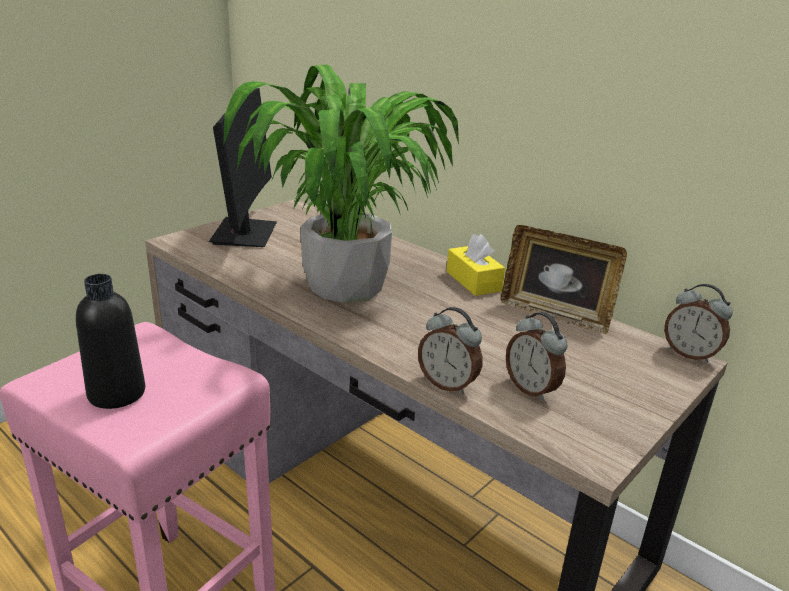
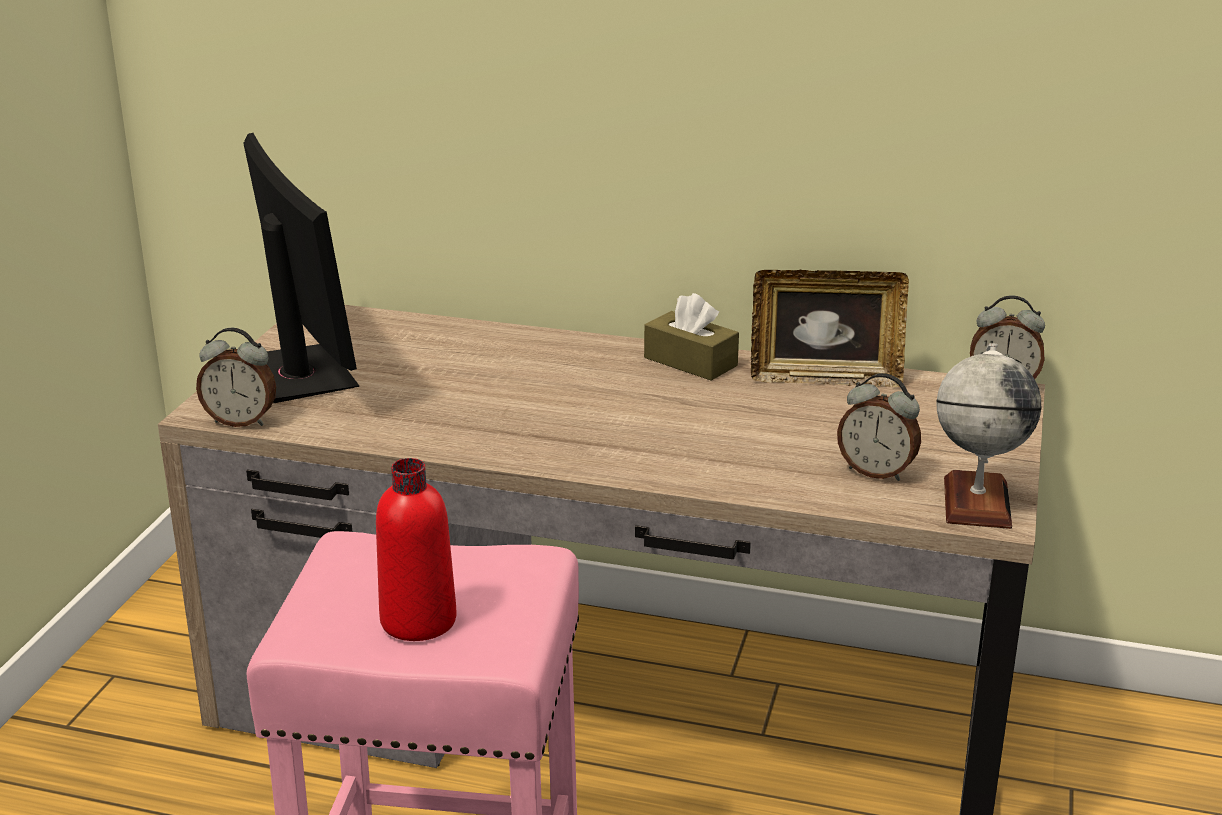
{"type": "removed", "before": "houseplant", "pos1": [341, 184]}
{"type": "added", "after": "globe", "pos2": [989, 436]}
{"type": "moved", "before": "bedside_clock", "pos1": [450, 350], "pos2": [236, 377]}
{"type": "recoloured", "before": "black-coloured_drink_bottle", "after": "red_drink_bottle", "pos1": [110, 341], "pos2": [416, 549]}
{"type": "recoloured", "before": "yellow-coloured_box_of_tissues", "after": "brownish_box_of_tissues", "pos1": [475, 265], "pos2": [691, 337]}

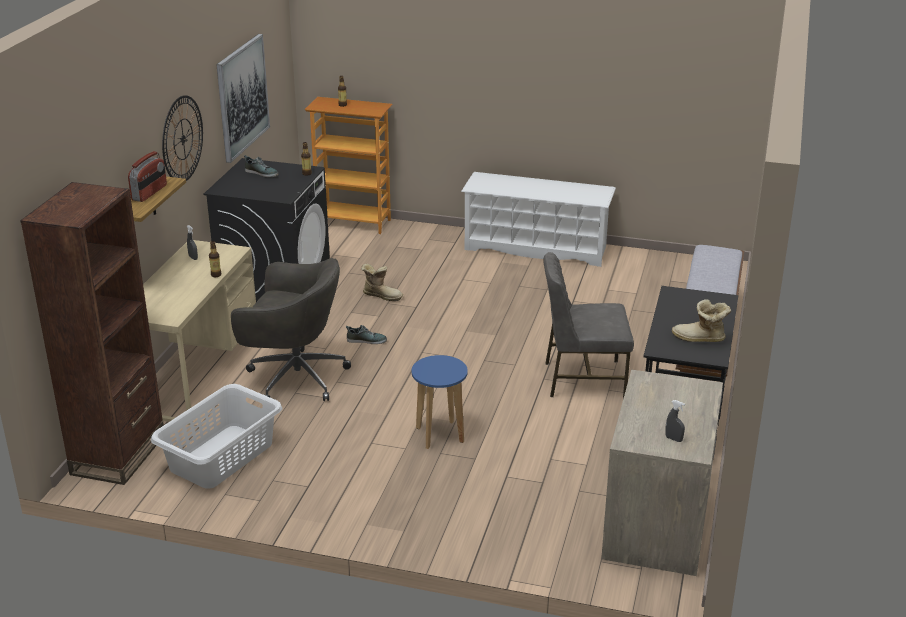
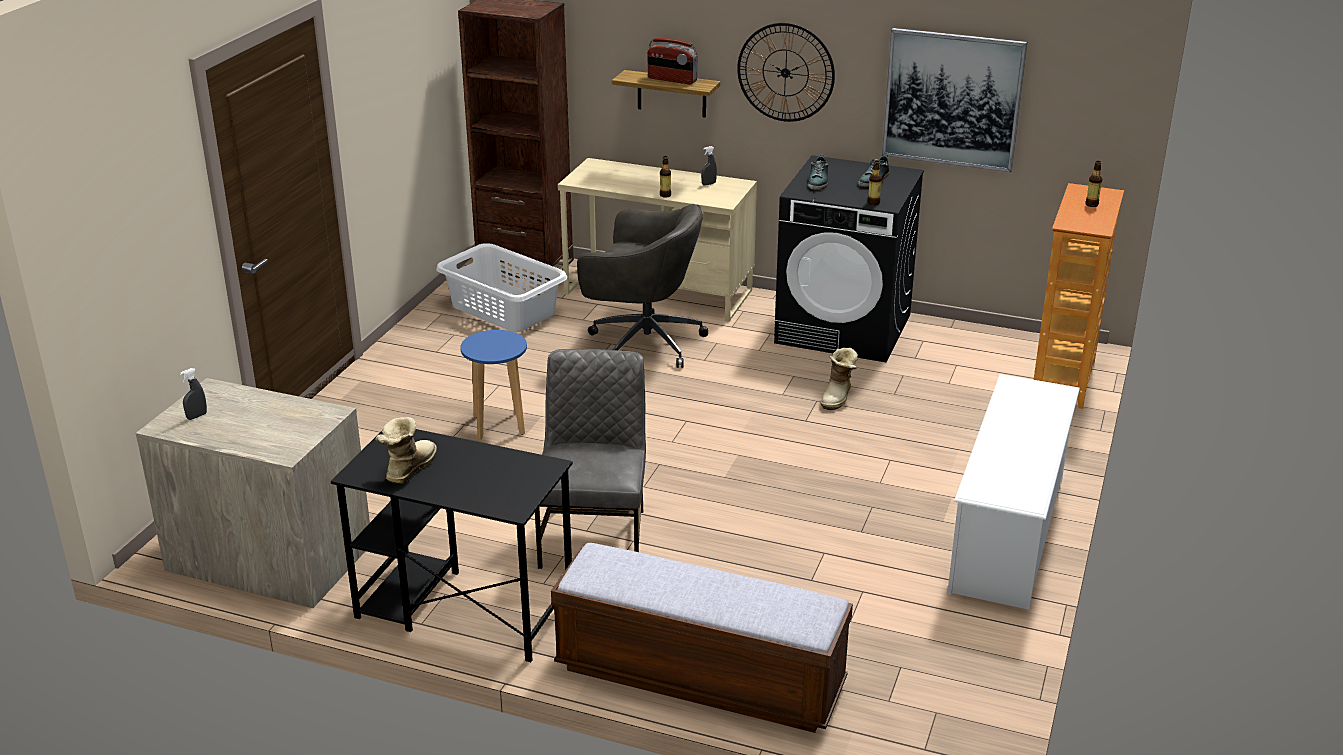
{"type": "moved", "before": "item_of_footwear", "pos1": [366, 334], "pos2": [818, 172]}
{"type": "turned", "before": "greyish_computer_chair", "pos1": [291, 329], "pos2": [642, 286], "turn": -90}

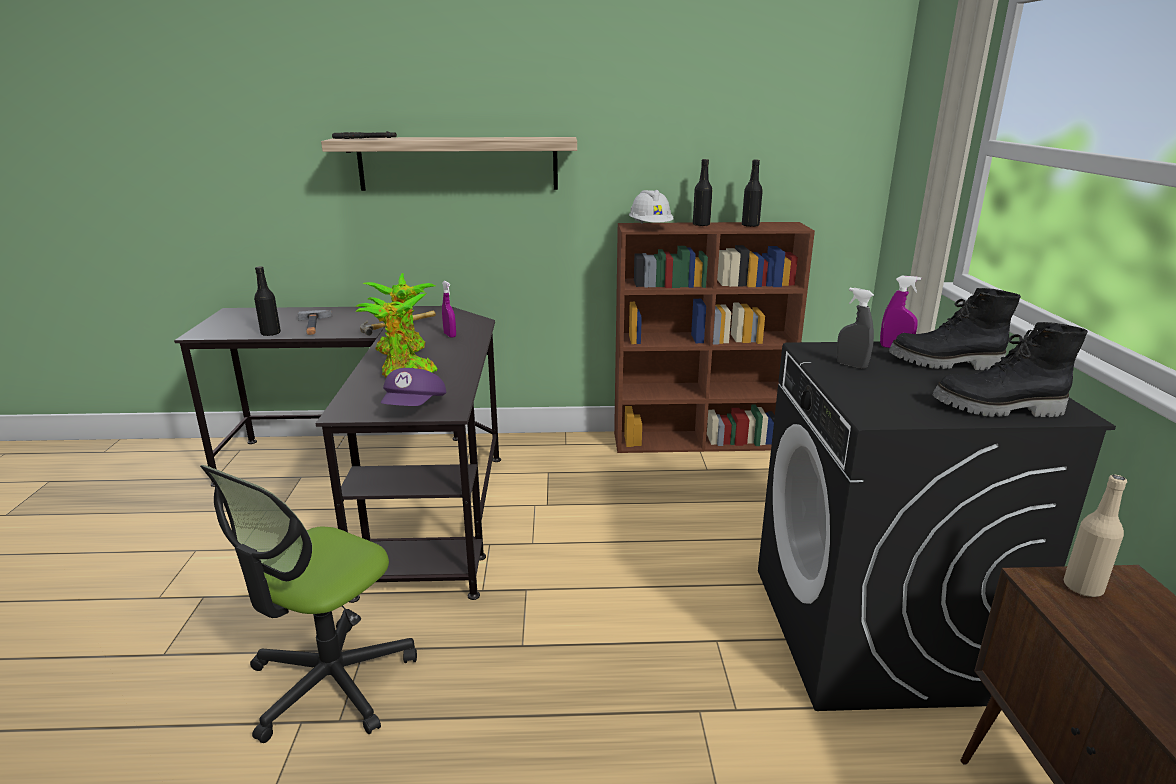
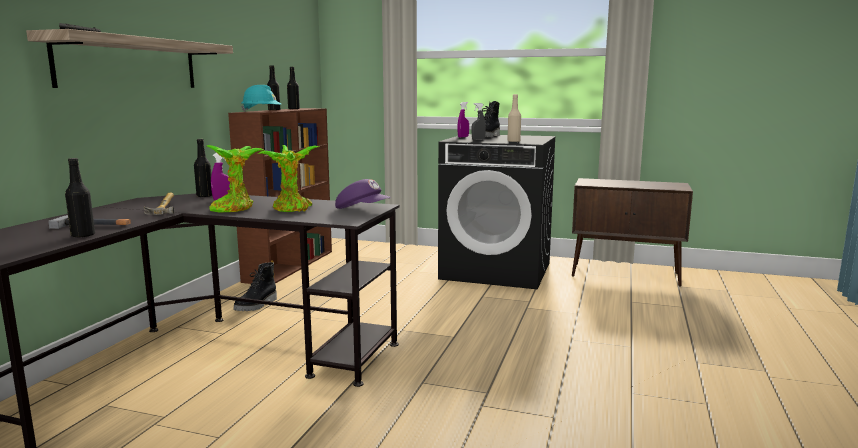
{"type": "removed", "before": "computer_chair", "pos1": [308, 604]}
{"type": "added", "after": "black-coloured_drink_bottle", "pos2": [203, 168]}
{"type": "moved", "before": "black-coloured_high-top_boot", "pos1": [1010, 369], "pos2": [255, 286]}
{"type": "moved", "before": "sand-coloured_drink_bottle", "pos1": [1095, 536], "pos2": [514, 118]}
{"type": "recoloured", "before": "white_safety_helmet", "after": "turquoise-coloured_safety_helmet", "pos1": [651, 207], "pos2": [261, 98]}

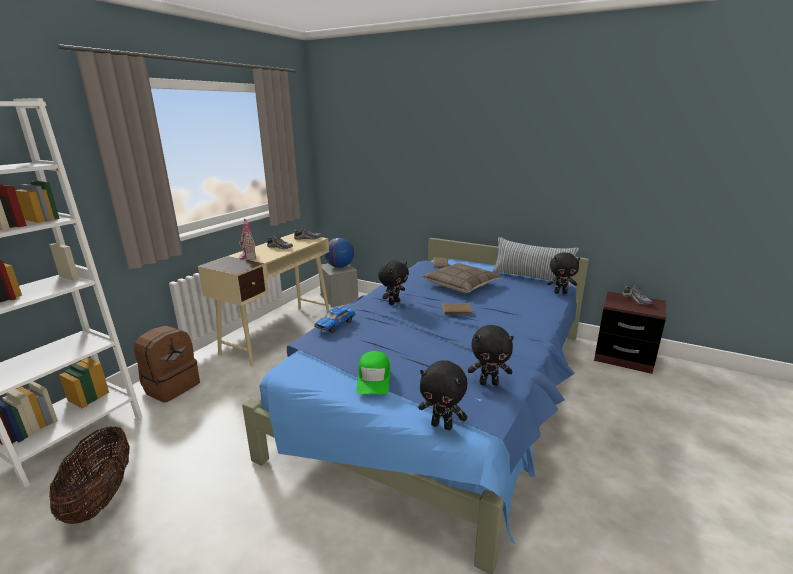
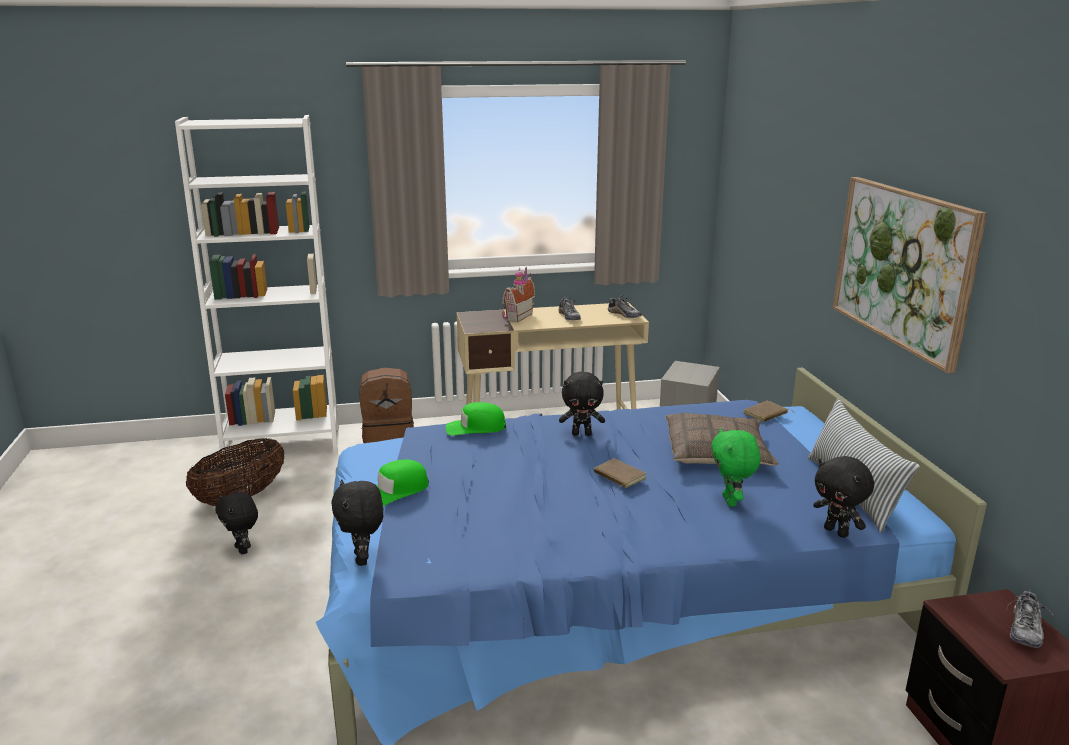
{"type": "removed", "before": "globe", "pos1": [339, 253]}
{"type": "added", "after": "green-coloured_cuddly_toy", "pos2": [736, 467]}
{"type": "added", "after": "wall_picture", "pos2": [910, 275]}
{"type": "moved", "before": "black-coloured_cuddly_toy", "pos1": [491, 355], "pos2": [237, 523]}
{"type": "replaced", "before": "model_car", "after": "green-coloured_baseball_cap", "pos1": [335, 320], "pos2": [476, 419]}

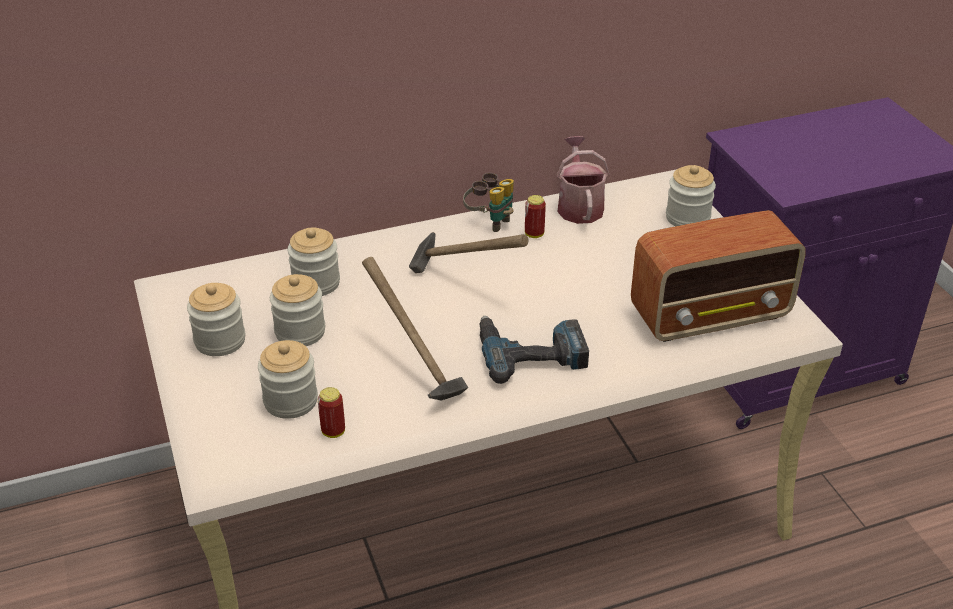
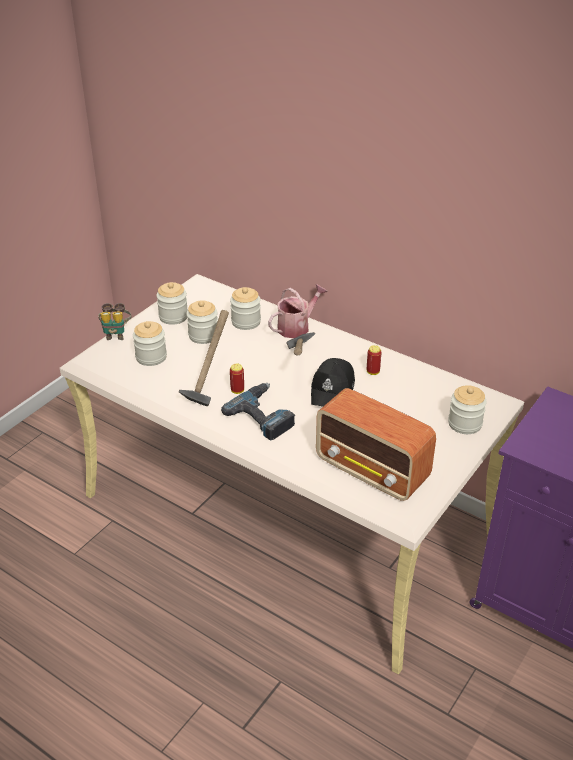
{"type": "added", "after": "black-coloured_baseball_cap", "pos2": [333, 382]}
{"type": "moved", "before": "metal_can", "pos1": [331, 412], "pos2": [237, 378]}
{"type": "moved", "before": "field_glasses", "pos1": [488, 202], "pos2": [115, 321]}
{"type": "moved", "before": "sprinkling_can", "pos1": [583, 180], "pos2": [298, 311]}

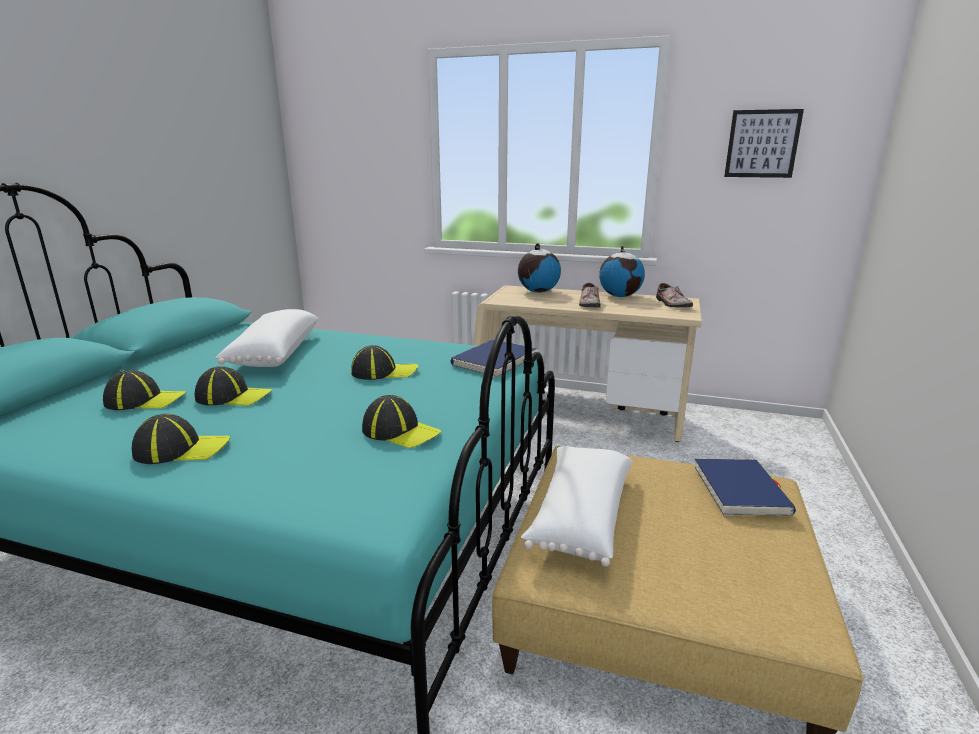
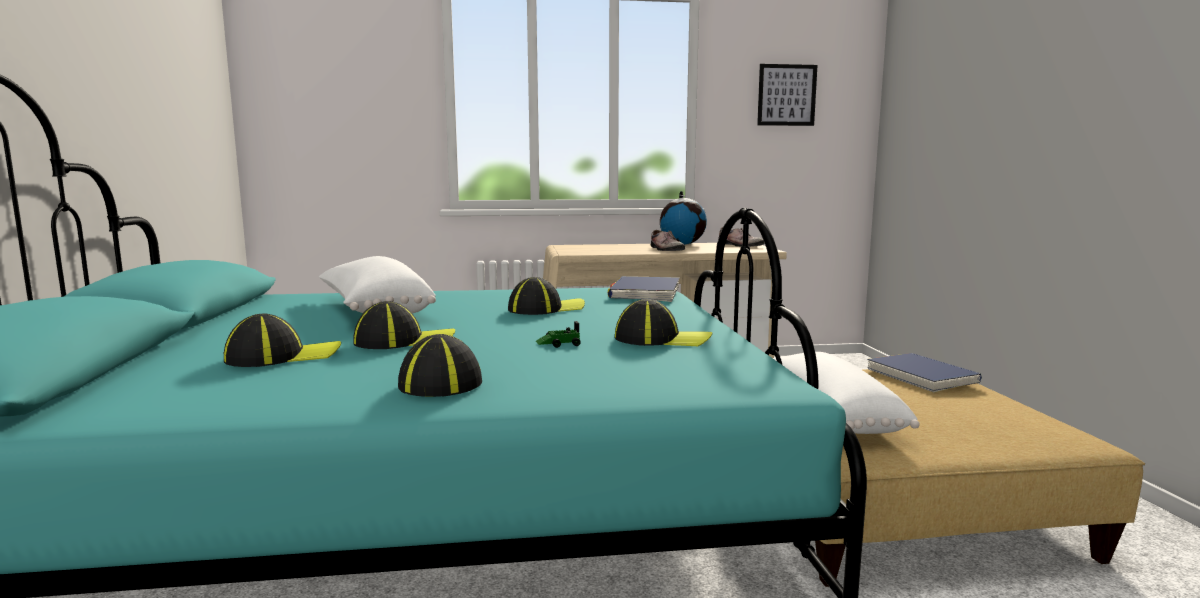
{"type": "removed", "before": "globe", "pos1": [539, 268]}
{"type": "added", "after": "model_car", "pos2": [558, 334]}
{"type": "turned", "before": "baseball_cap", "pos1": [181, 439], "pos2": [440, 365], "turn": -75}

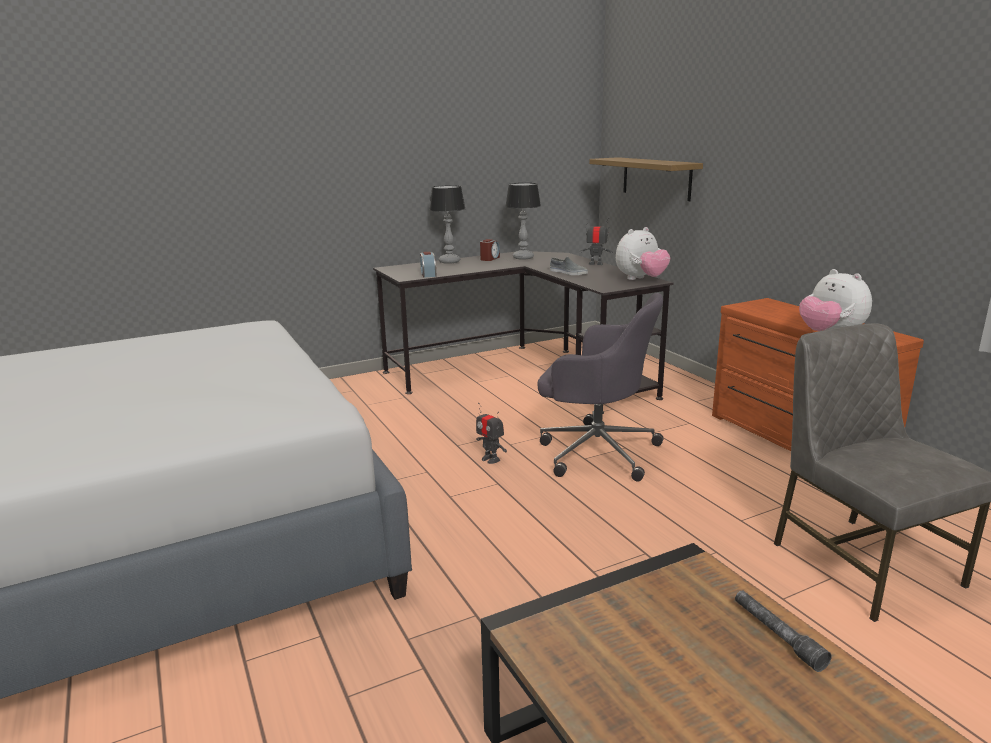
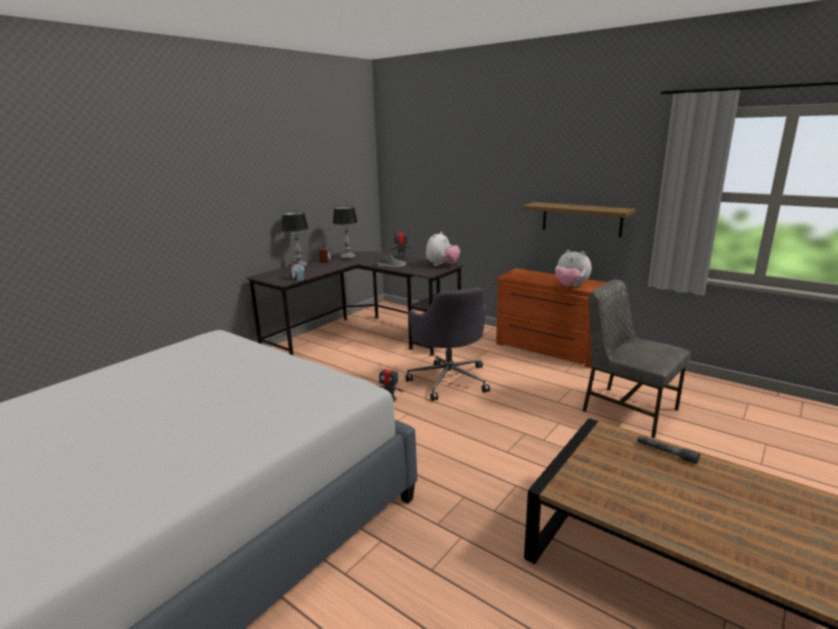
{"type": "moved", "before": "bracket_shelf", "pos1": [646, 179], "pos2": [579, 219]}
{"type": "turned", "before": "greyish_computer_chair", "pos1": [600, 387], "pos2": [447, 344], "turn": 75}

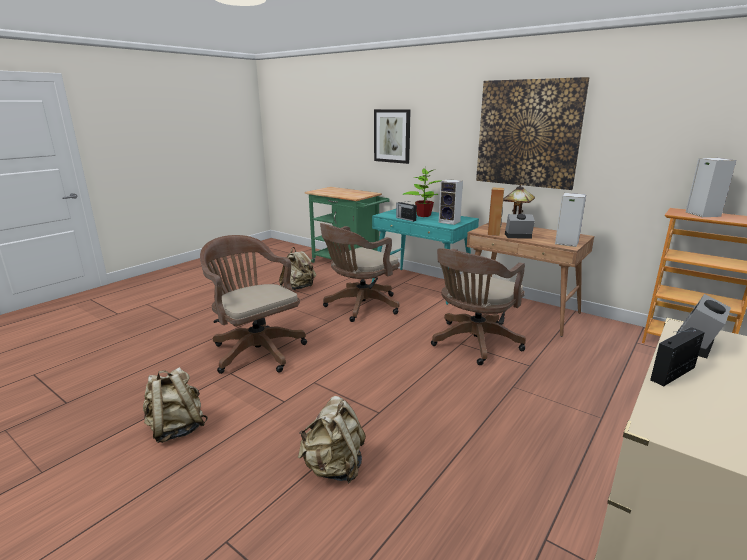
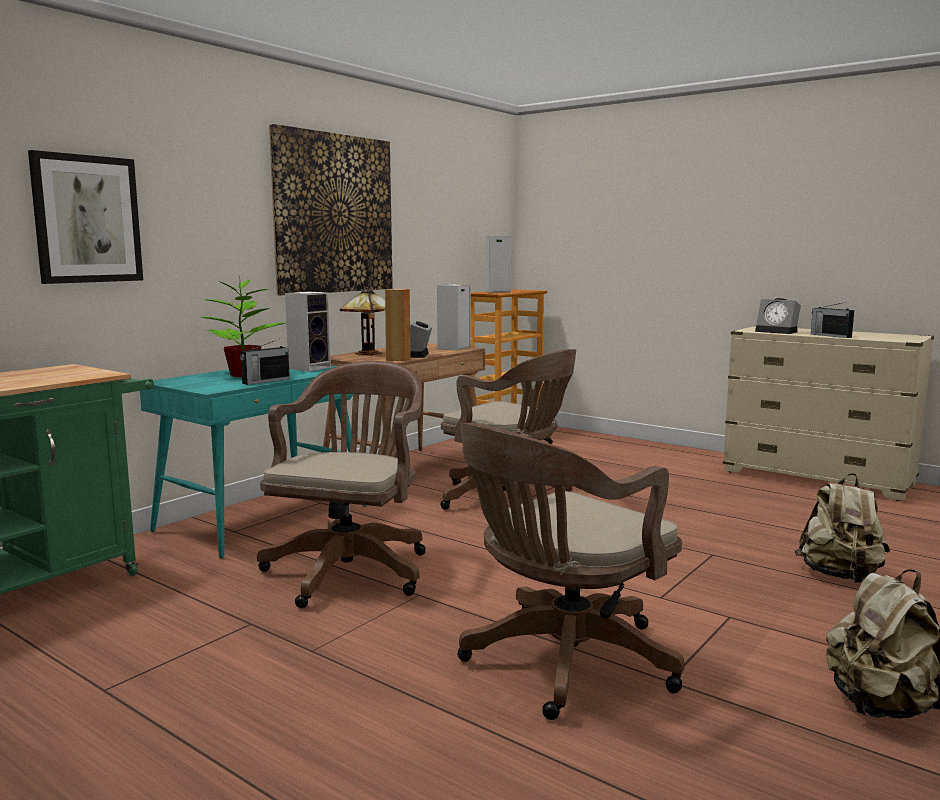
{"type": "removed", "before": "sand-coloured_rucksack", "pos1": [297, 268]}
{"type": "turned", "before": "brownish_computer_chair", "pos1": [360, 272], "pos2": [341, 484], "turn": -120}

